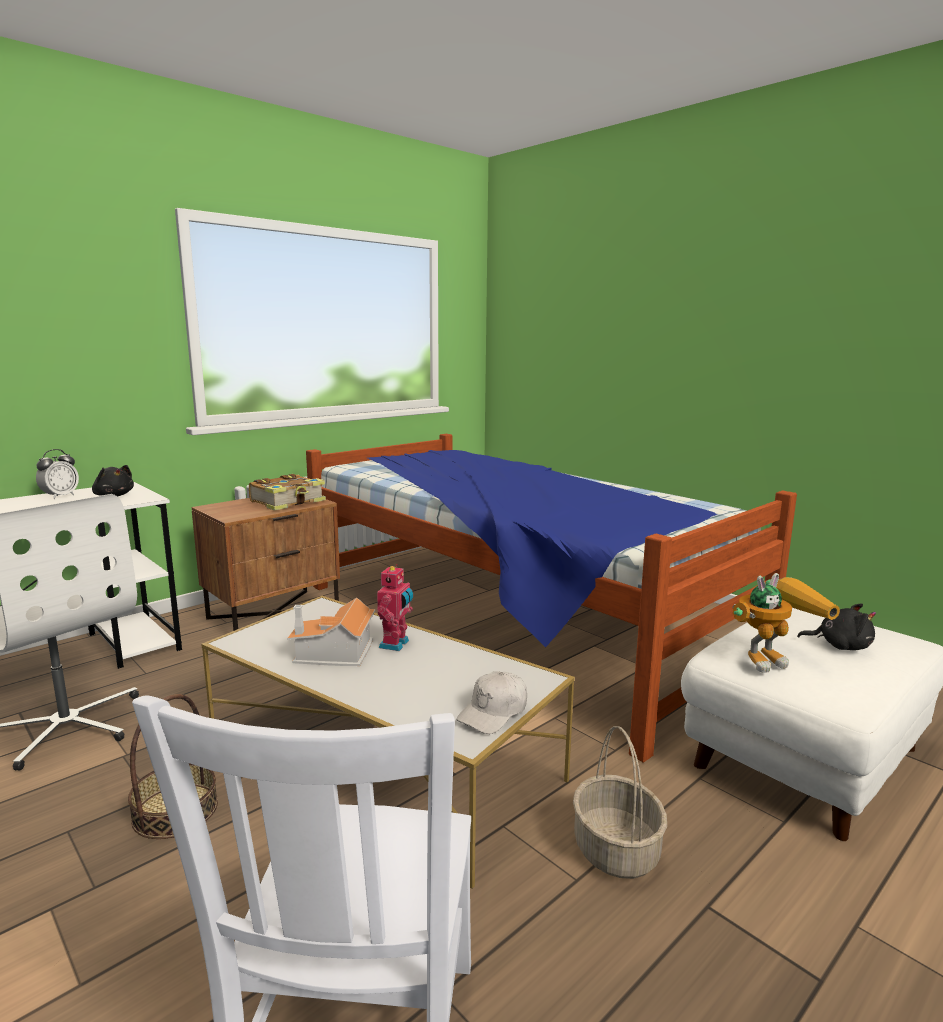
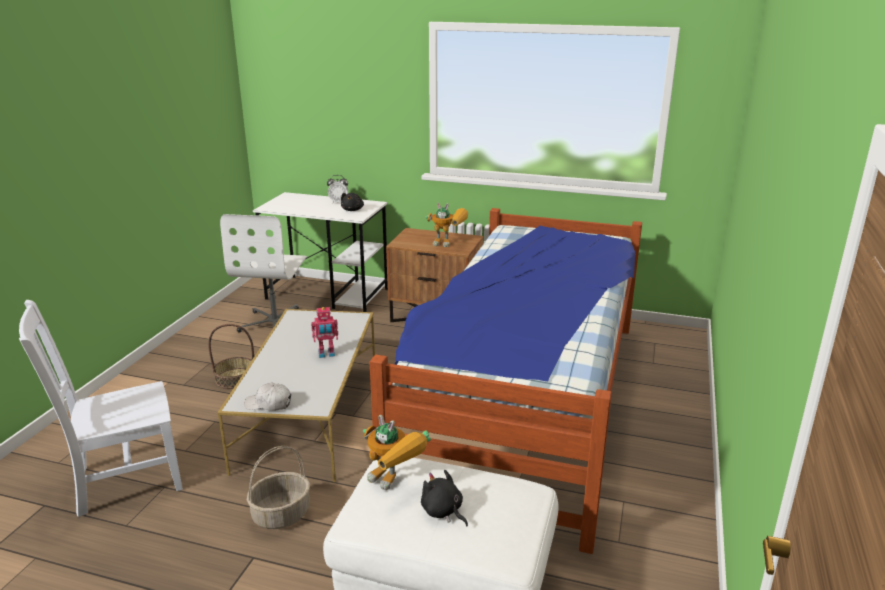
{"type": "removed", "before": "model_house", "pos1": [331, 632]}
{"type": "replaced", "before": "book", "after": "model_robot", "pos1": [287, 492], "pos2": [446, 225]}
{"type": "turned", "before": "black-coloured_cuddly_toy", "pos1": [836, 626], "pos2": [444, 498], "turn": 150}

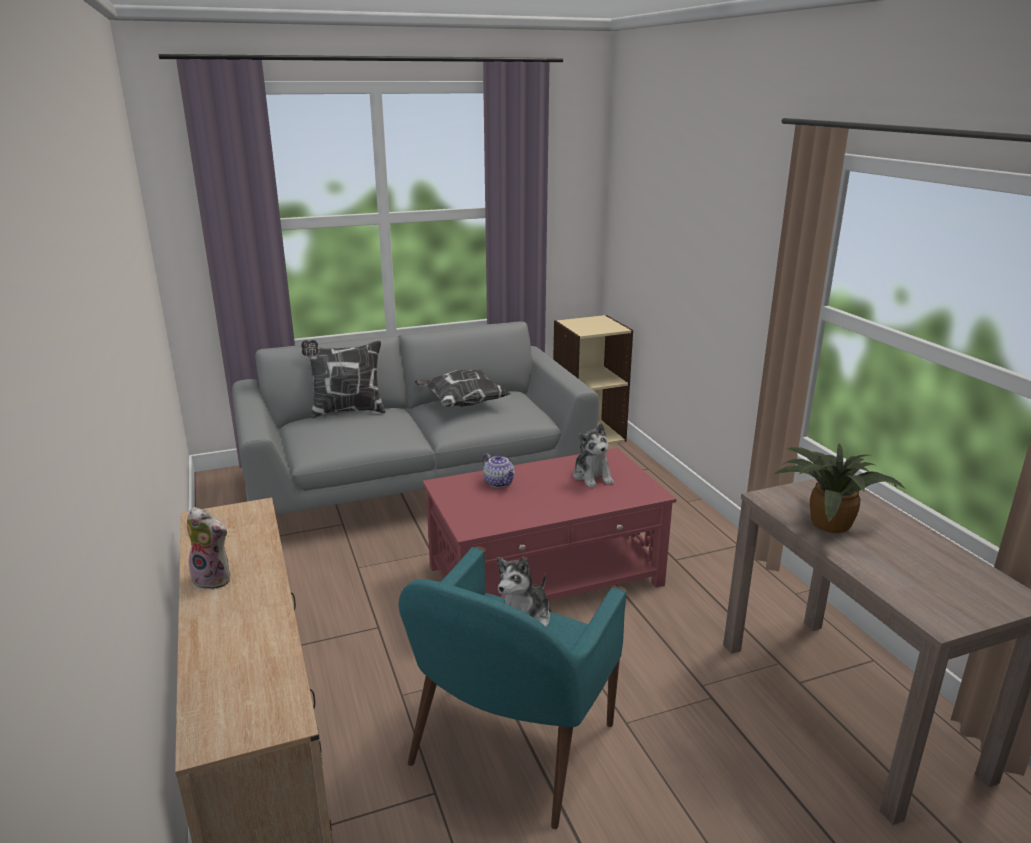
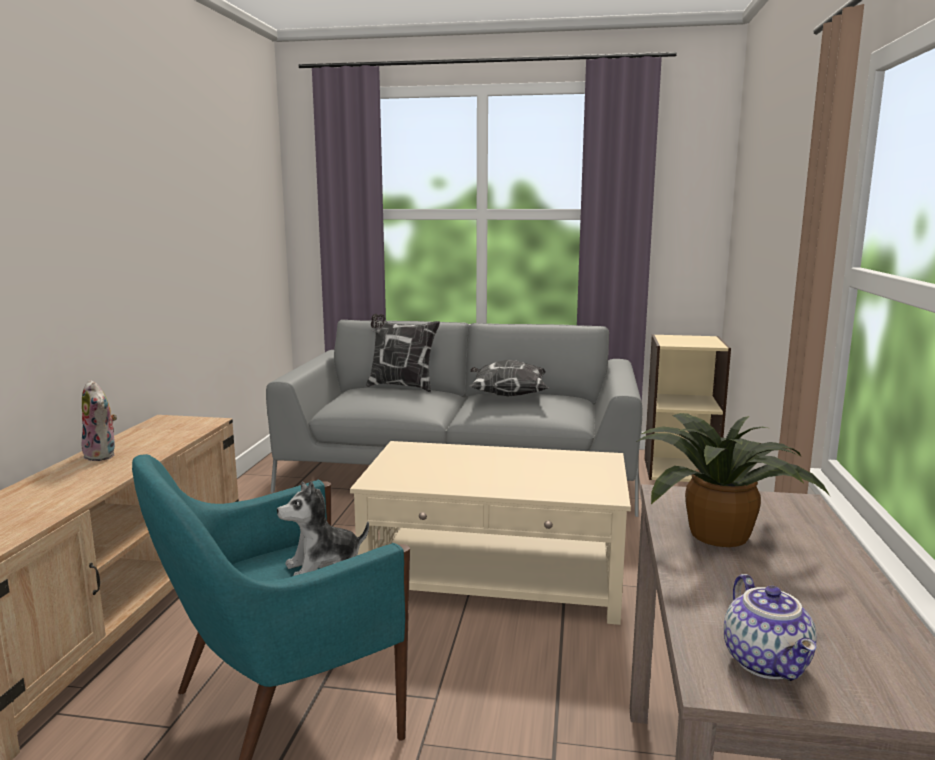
{"type": "removed", "before": "cuddly_toy", "pos1": [593, 455]}
{"type": "moved", "before": "teapot", "pos1": [499, 470], "pos2": [770, 627]}
{"type": "recoloured", "before": "red_low_table", "after": "sand-coloured_low_table", "pos1": [549, 524], "pos2": [490, 533]}

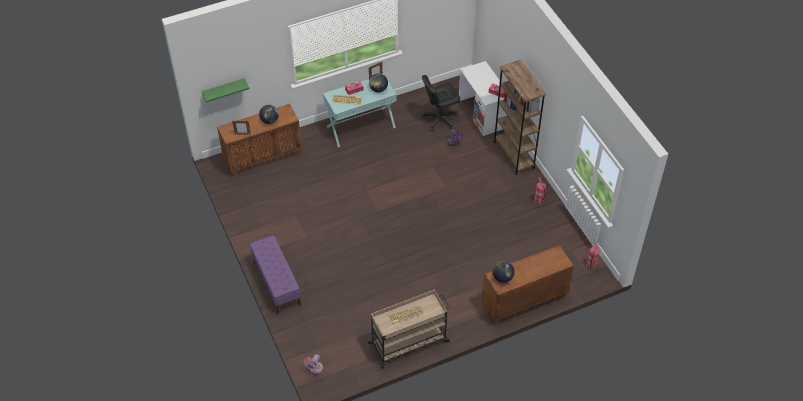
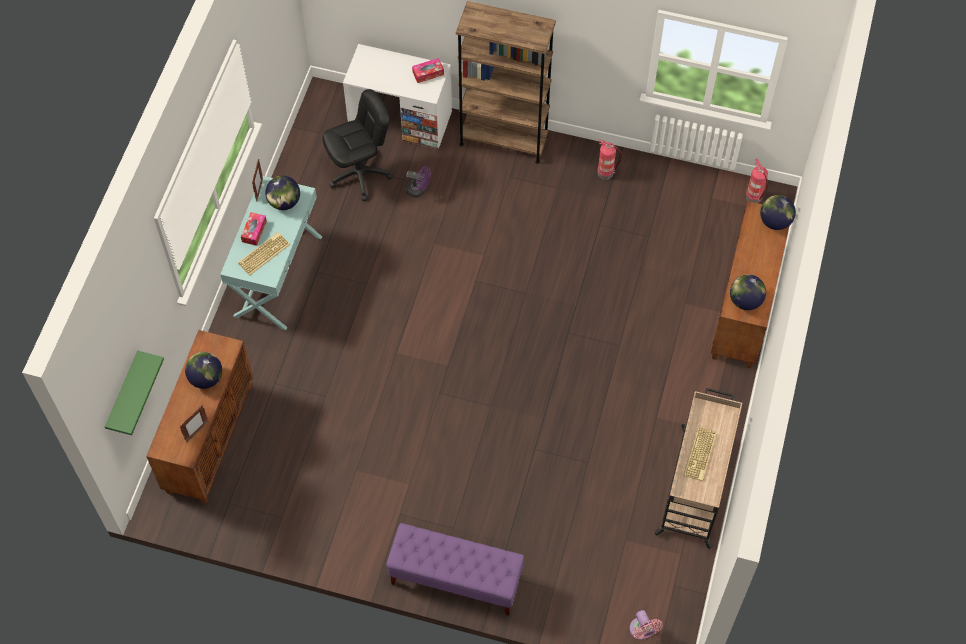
{"type": "added", "after": "globe", "pos2": [778, 212]}
{"type": "turned", "before": "black-coloured_computer_chair", "pos1": [441, 103], "pos2": [357, 145], "turn": -135}

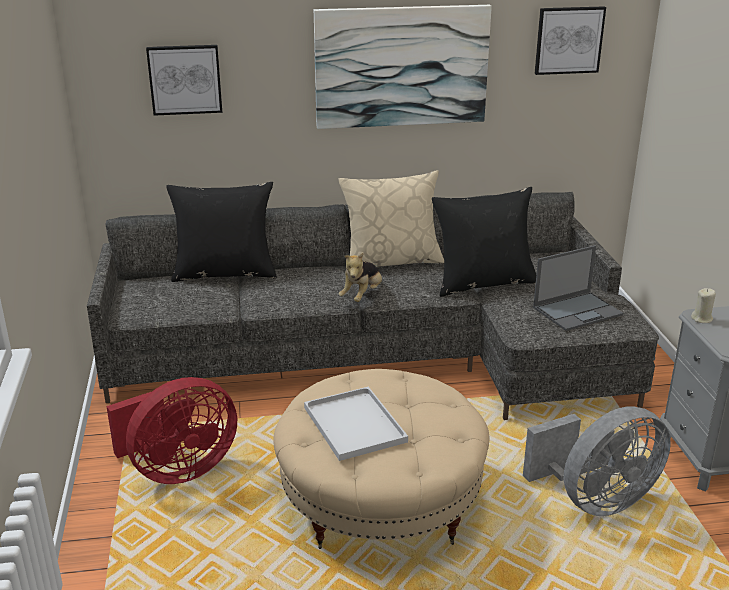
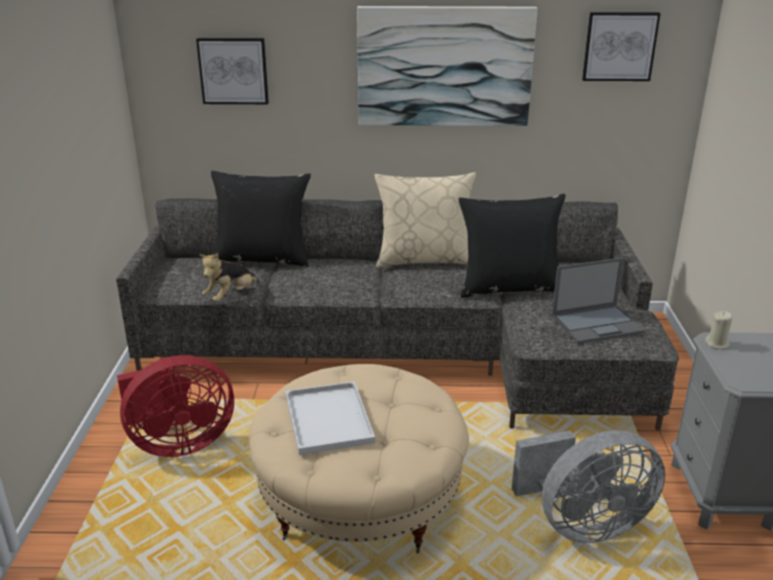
{"type": "moved", "before": "cuddly_toy", "pos1": [360, 277], "pos2": [229, 277]}

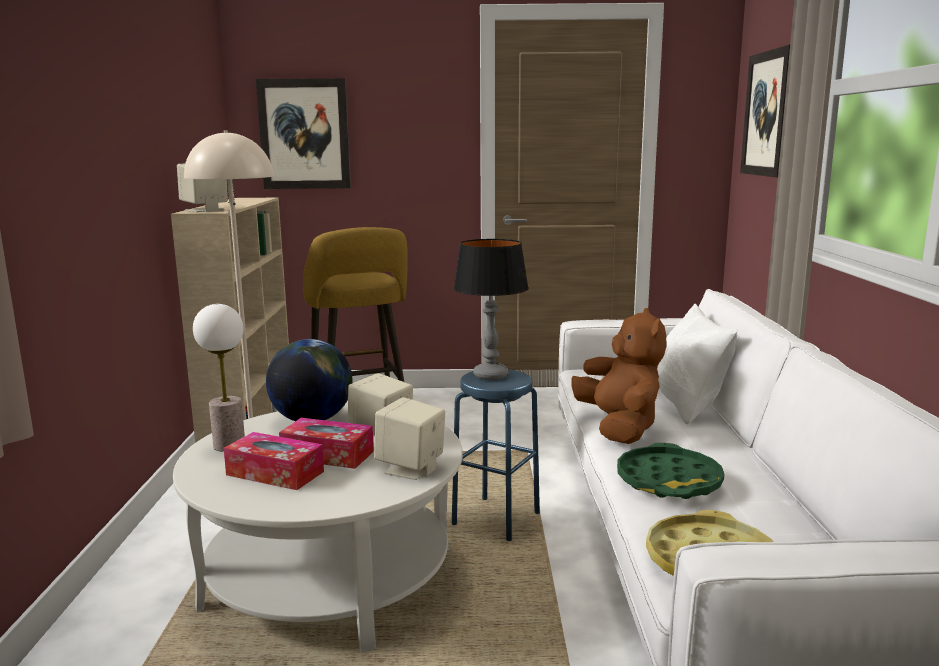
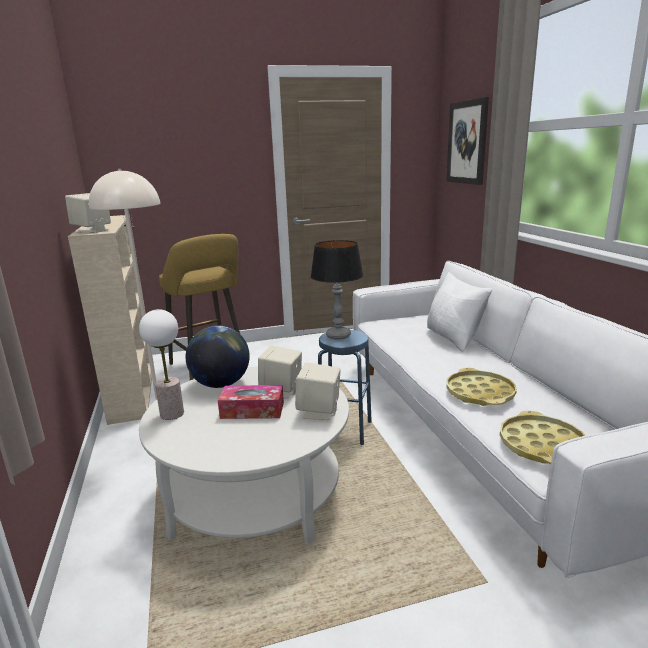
{"type": "removed", "before": "box_of_tissues", "pos1": [274, 461]}
{"type": "removed", "before": "wall_picture", "pos1": [303, 133]}
{"type": "removed", "before": "brownish_cuddly_toy", "pos1": [618, 376]}
{"type": "recoloured", "before": "green-coloured_tray", "after": "yellow-coloured_tray", "pos1": [670, 471], "pos2": [481, 387]}

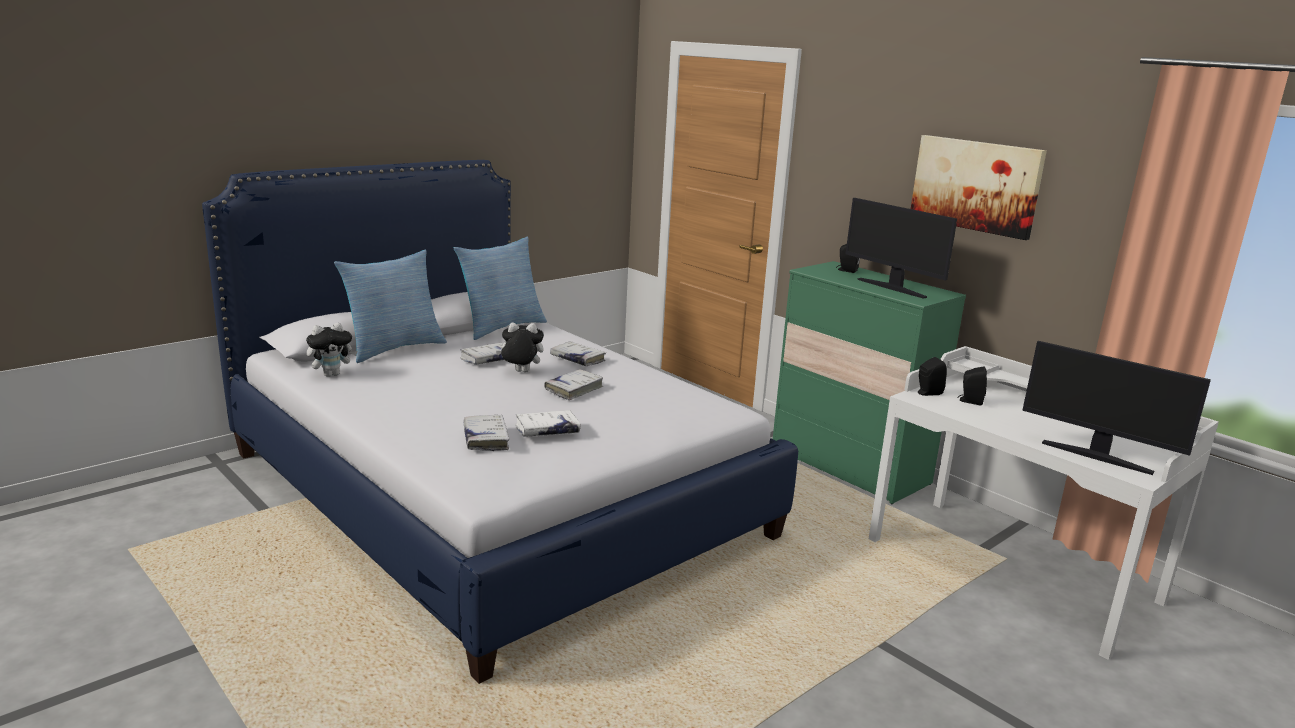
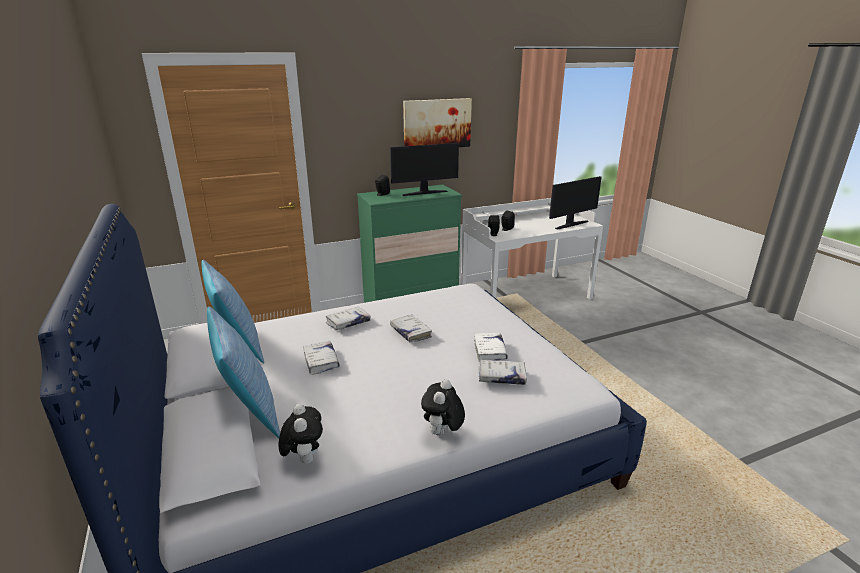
{"type": "moved", "before": "cuddly_toy", "pos1": [520, 348], "pos2": [443, 407]}

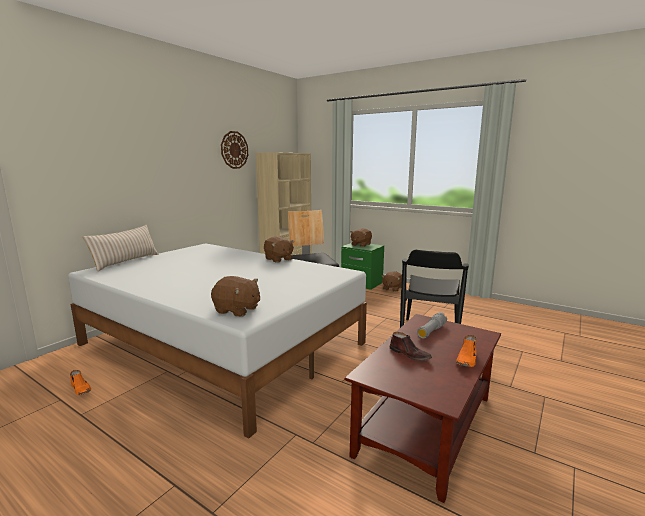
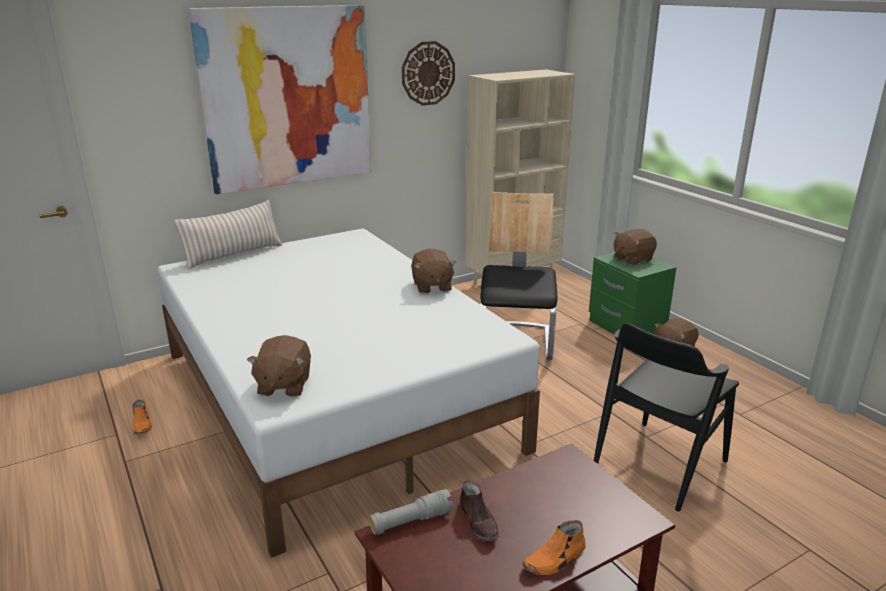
{"type": "added", "after": "wall_picture", "pos2": [280, 99]}
{"type": "moved", "before": "greyish_hand_torch", "pos1": [432, 325], "pos2": [411, 512]}
{"type": "turned", "before": "brownish_cuddly_toy", "pos1": [235, 296], "pos2": [279, 366], "turn": 45}

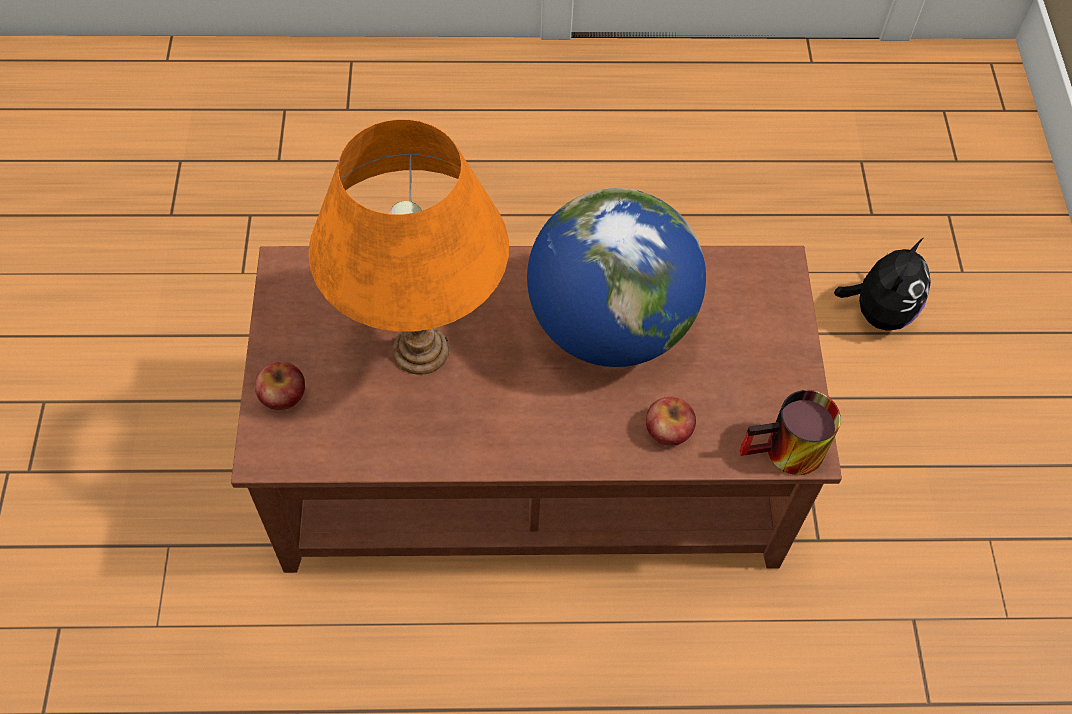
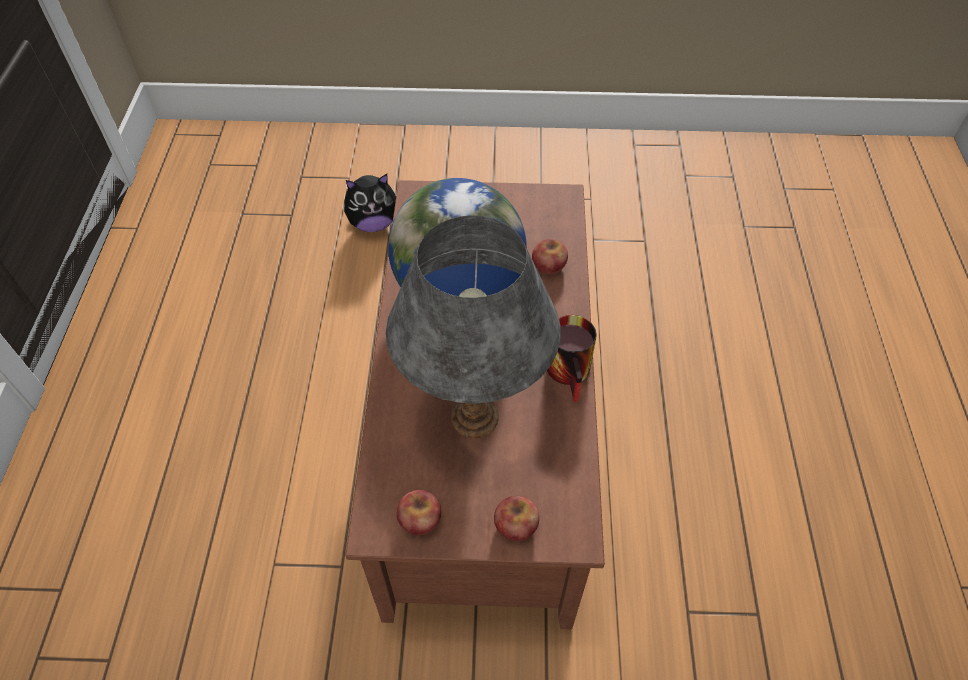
{"type": "added", "after": "whole_apple", "pos2": [419, 512]}
{"type": "moved", "before": "tea_mug", "pos1": [790, 432], "pos2": [572, 358]}
{"type": "recoloured", "before": "orangey_tabletop_lamp", "after": "greyish_tabletop_lamp", "pos1": [408, 247], "pos2": [473, 326]}
{"type": "turned", "before": "cuddly_toy", "pos1": [882, 284], "pos2": [370, 203], "turn": 135}

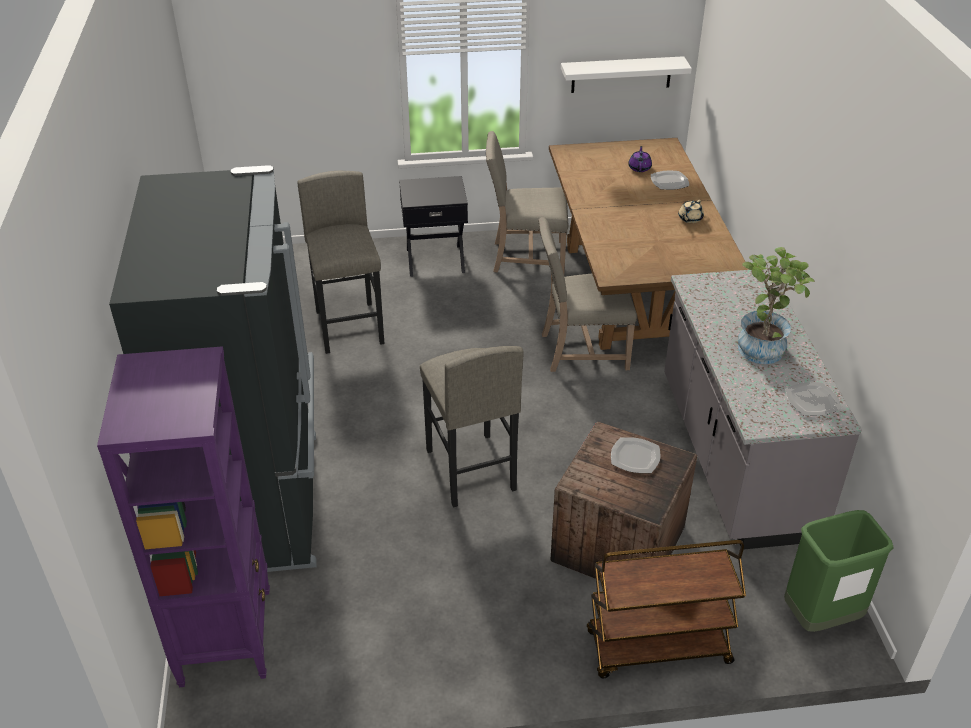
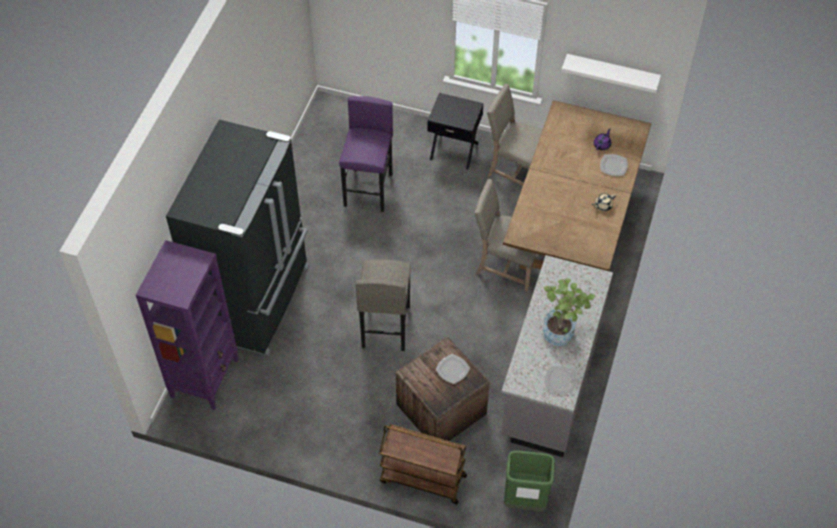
{"type": "recoloured", "before": "greyish_stool_seat", "after": "purplish_stool_seat", "pos1": [341, 262], "pos2": [366, 154]}

